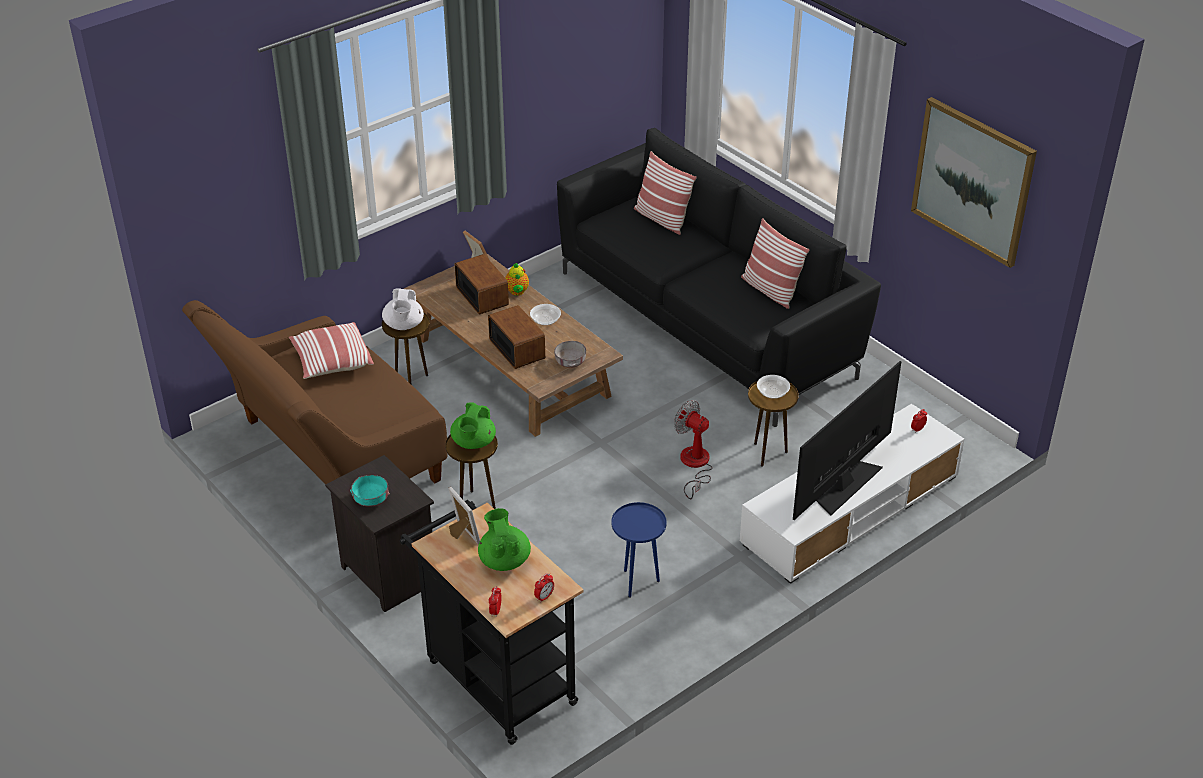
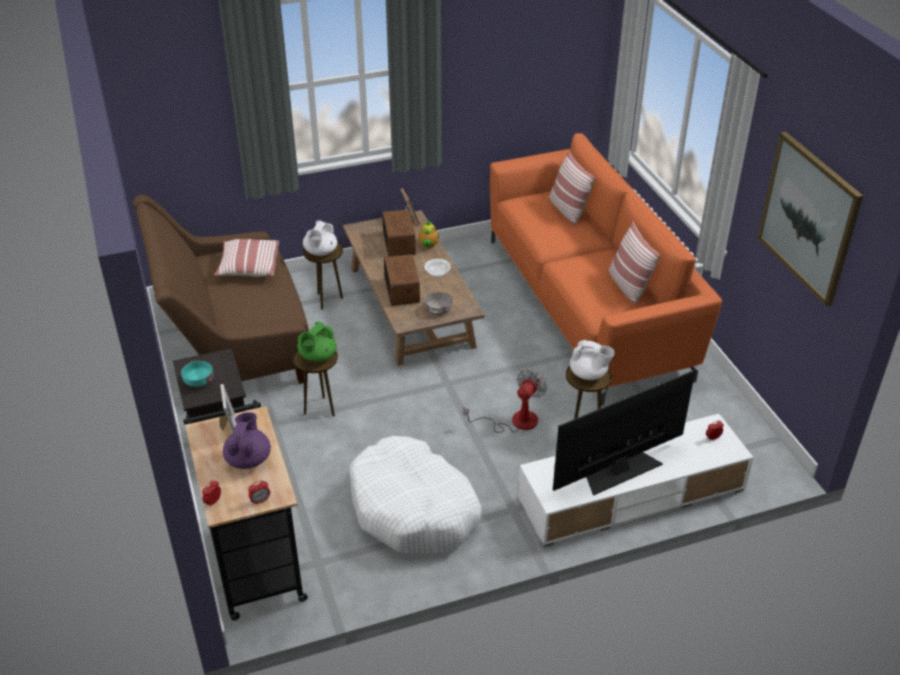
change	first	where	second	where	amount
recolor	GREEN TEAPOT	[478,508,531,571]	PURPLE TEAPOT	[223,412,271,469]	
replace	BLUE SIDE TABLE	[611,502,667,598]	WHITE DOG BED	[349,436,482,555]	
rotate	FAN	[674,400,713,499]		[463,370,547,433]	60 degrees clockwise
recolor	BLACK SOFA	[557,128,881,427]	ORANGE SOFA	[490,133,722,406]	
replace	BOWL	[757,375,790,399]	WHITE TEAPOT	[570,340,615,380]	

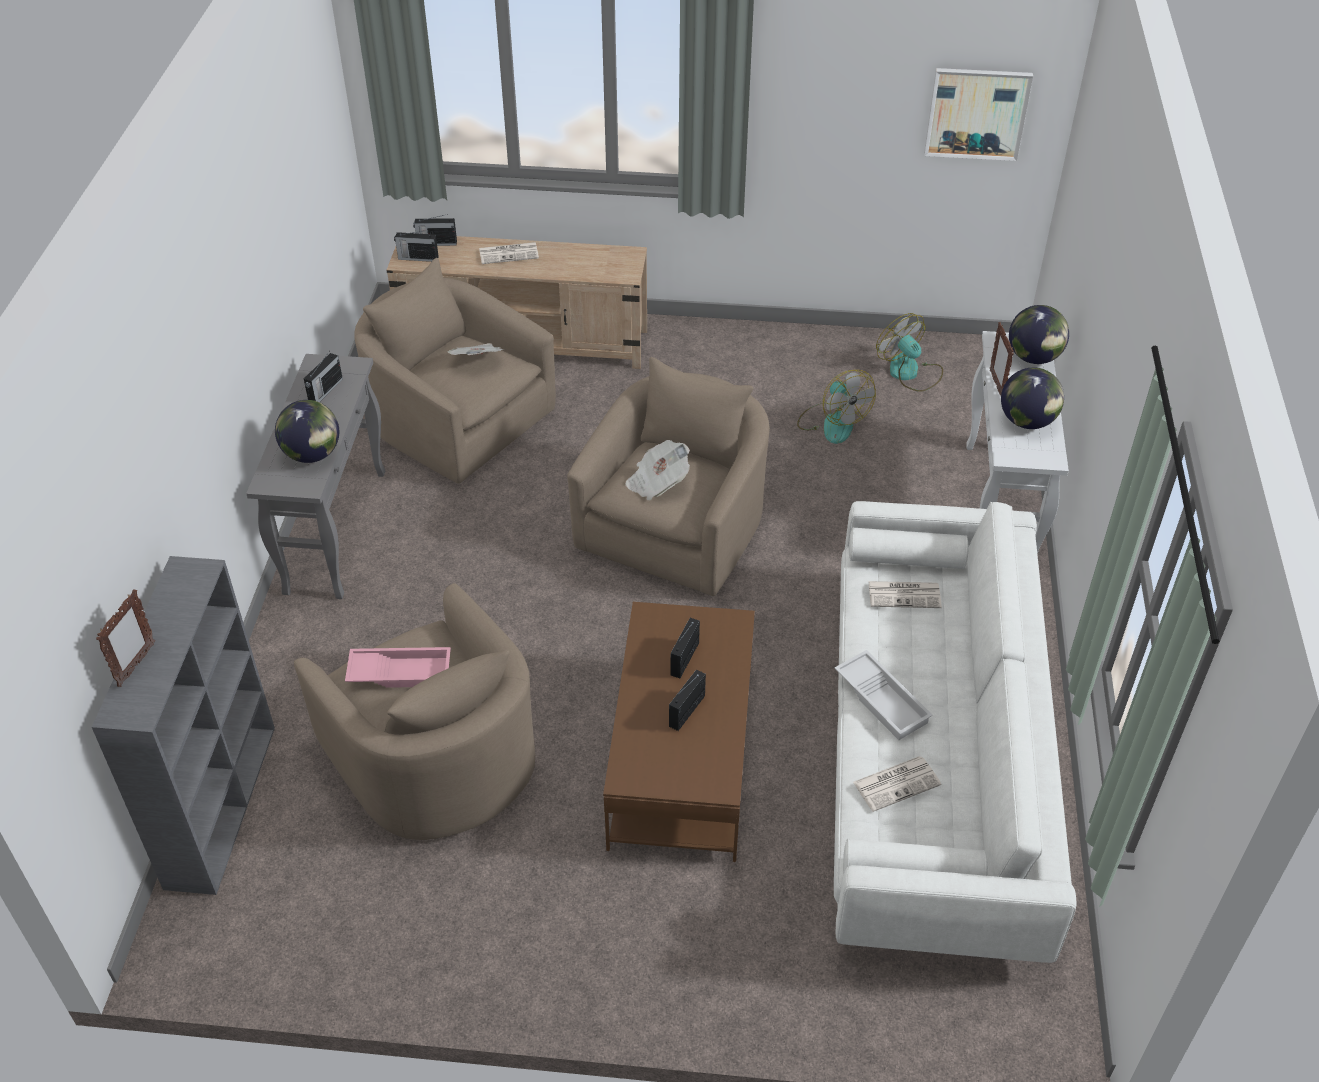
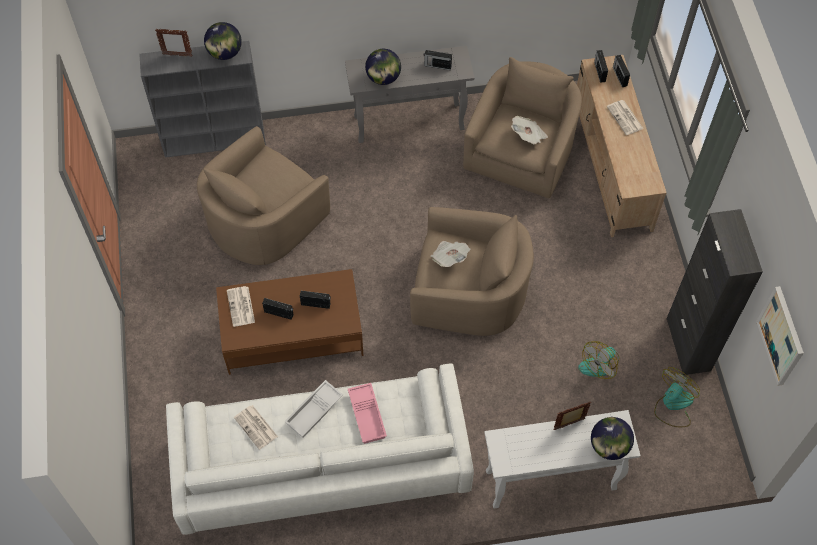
change	first	where	second	where	amount
move	GLOBE	[1001,367,1064,429]		[204,22,242,60]	
move	NEWSPAPER	[868,581,942,608]		[227,286,255,327]	
move	PINK TRAY	[345,647,451,688]		[348,383,387,444]	
insert			BLACK CABINET	[666,209,763,375]	

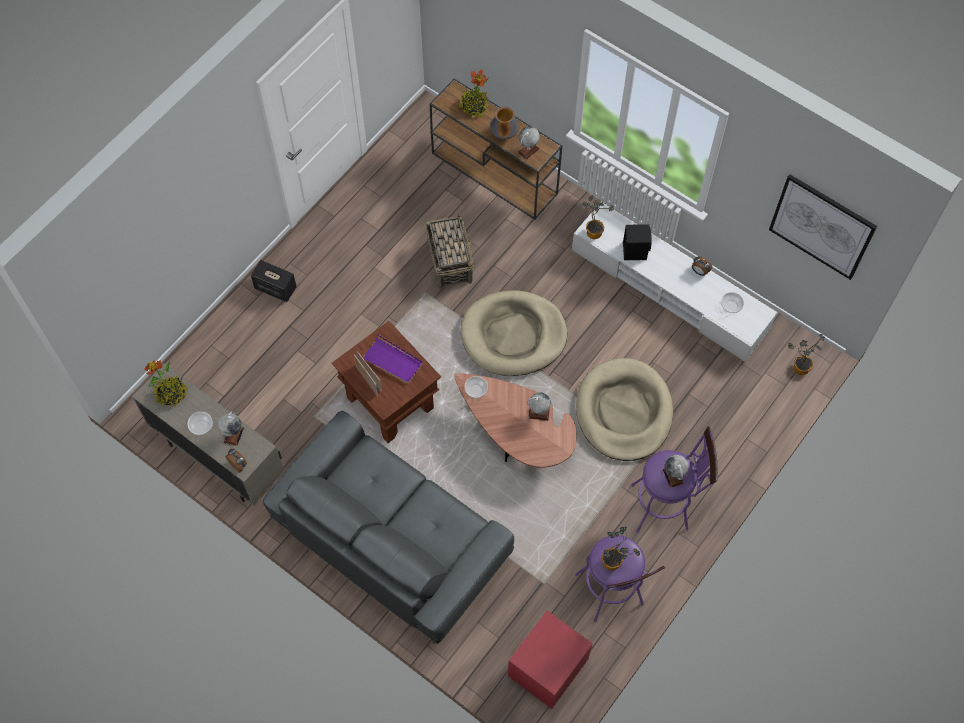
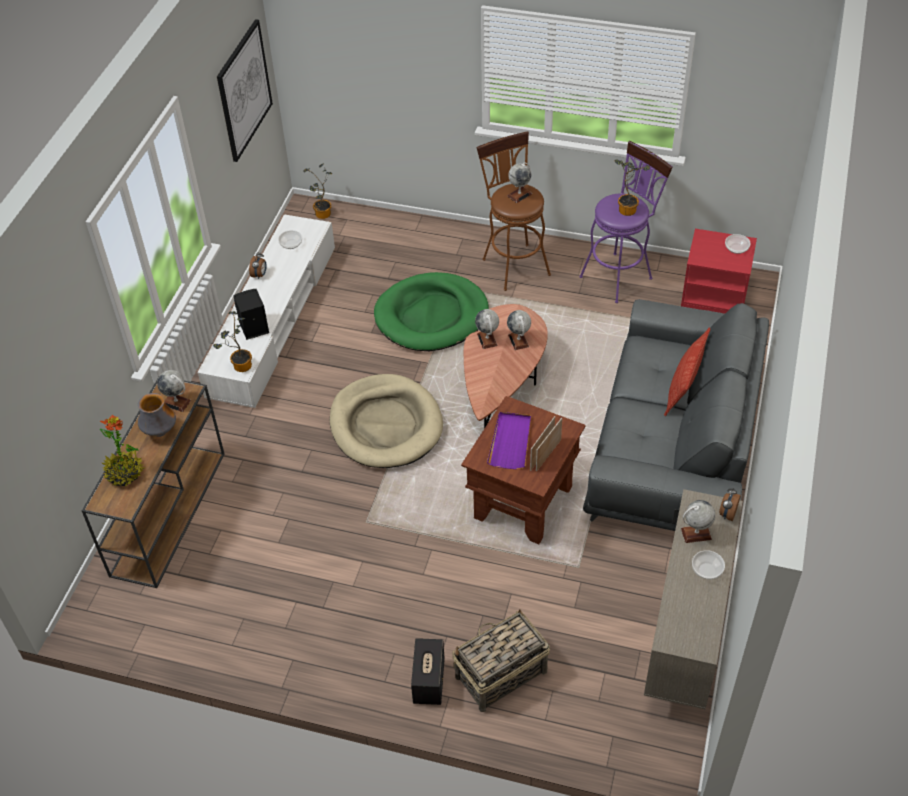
change	first	where	second	where	amount
recolor	BEIGE DOG BED	[576,358,673,461]	GREEN DOG BED	[374,272,489,351]	
move	BASKET	[426,214,475,289]		[452,609,550,712]	
recolor	PURPLE STOOL	[631,426,717,533]	BROWN STOOL	[477,131,551,291]	
insert			GLOBE	[507,310,531,350]	
insert			PILLOW	[664,327,710,416]	
move	BOWL	[464,376,488,398]		[725,234,751,254]	
delete	POTTED PLANT	[144,360,187,407]			

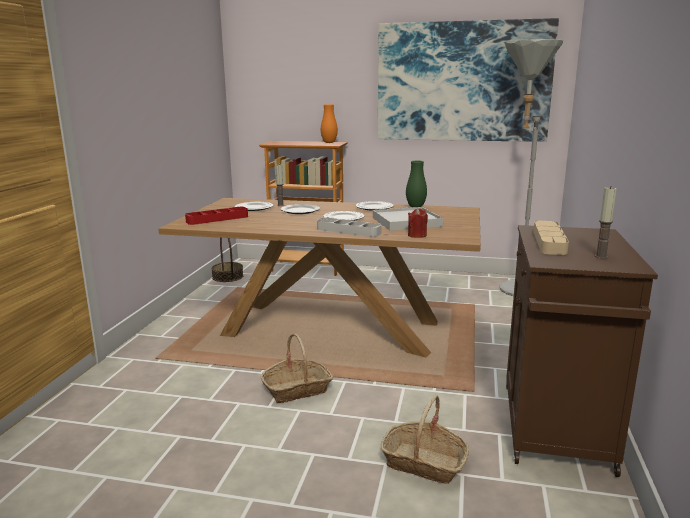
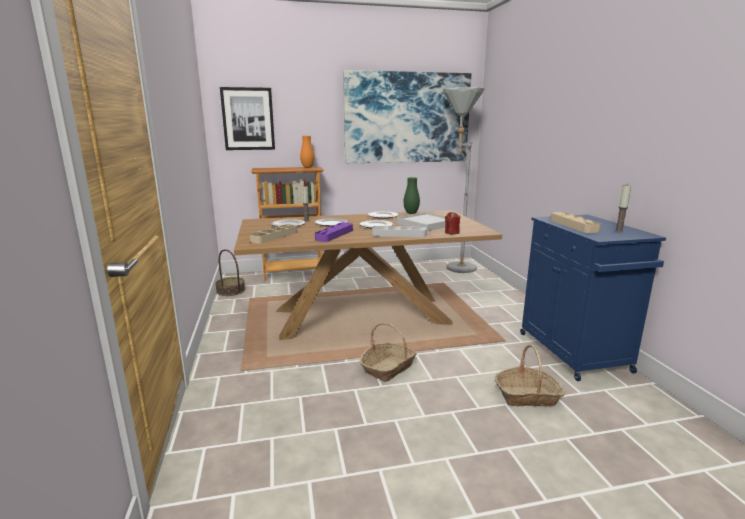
change	first	where	second	where	amount
insert			PICTURE	[220,87,275,150]	
recolor	RED TRAY	[185,207,248,225]	BEIGE TRAY	[250,224,297,244]	
insert			PURPLE TRAY	[315,222,353,242]	
recolor	BROWN CABINET	[506,225,658,477]	BLUE CABINET	[520,214,666,381]	

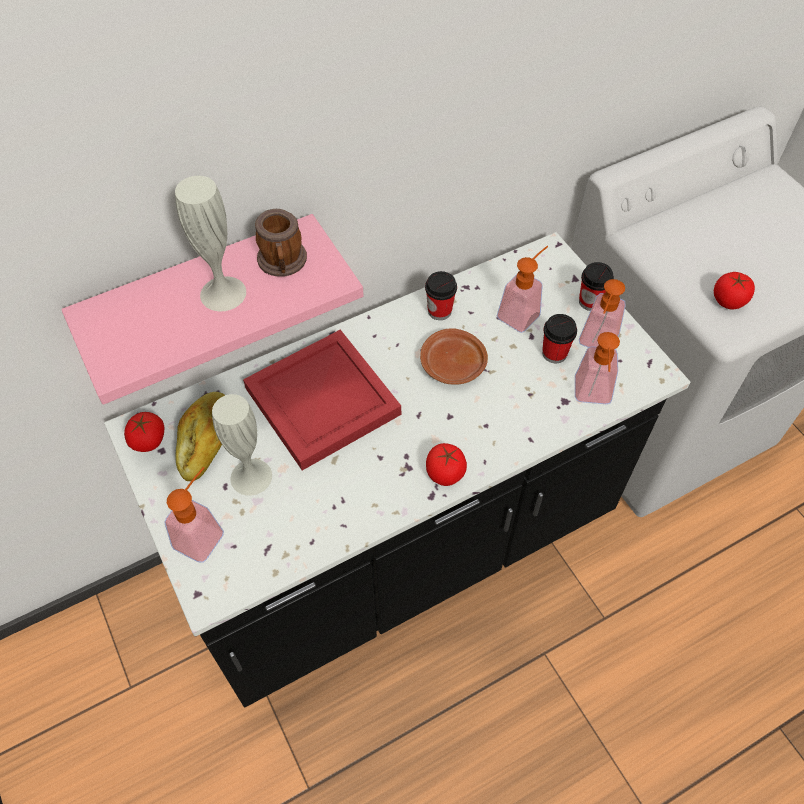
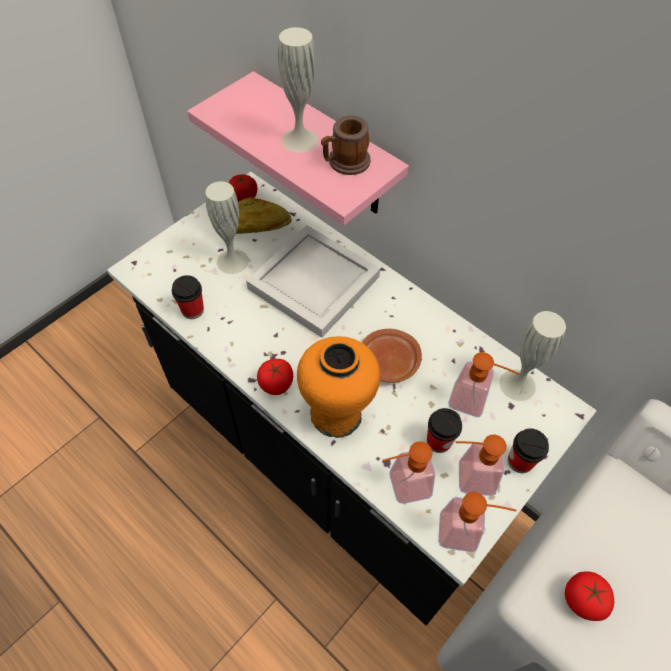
change	first	where	second	where	amount
move	CUP	[425,271,457,320]		[172,275,204,319]	
recolor	RED TRAY	[243,330,401,470]	WHITE TRAY	[246,225,380,338]	
insert			ORANGE VASE	[297,336,380,438]	
move	SOAP DISPENSER	[164,467,224,563]		[438,492,517,552]	
insert			WHITE VASE	[499,311,566,401]	

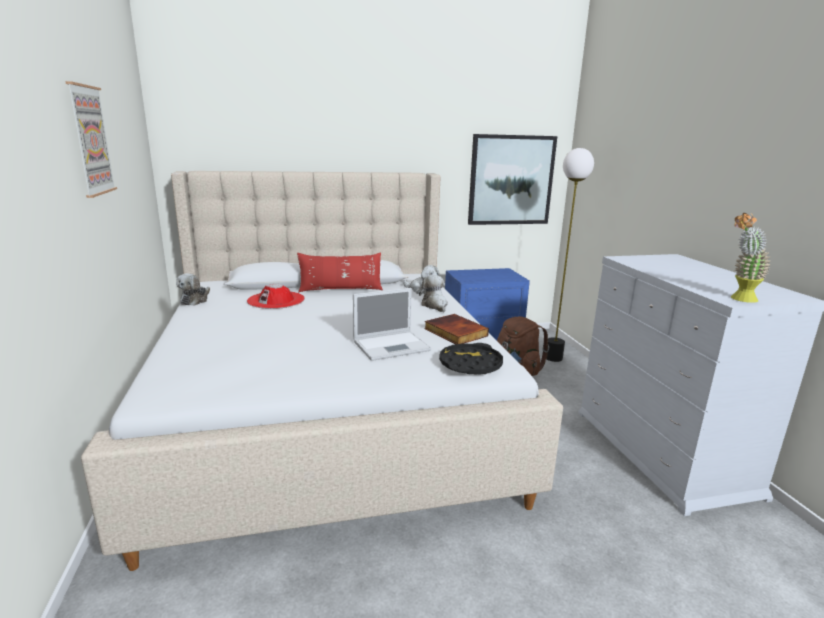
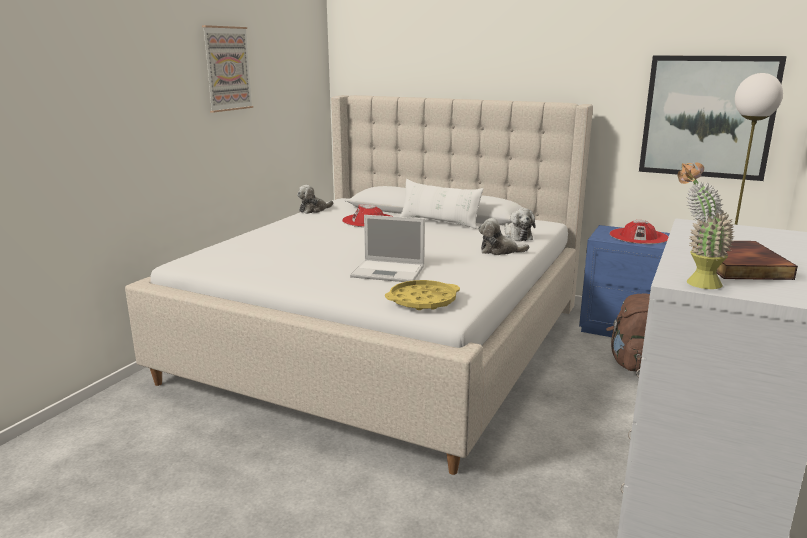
change	first	where	second	where	amount
recolor	BLACK TRAY	[439,343,503,374]	YELLOW TRAY	[385,280,460,310]	
recolor	RED PILLOW	[297,253,383,292]	WHITE PILLOW	[400,179,483,229]	
rotate	PLUSH TOY	[419,275,448,312]		[479,218,529,255]	105 degrees counterclockwise
insert			RED HAT	[609,220,669,244]	
move	BOOK	[424,314,489,344]		[693,241,798,280]	

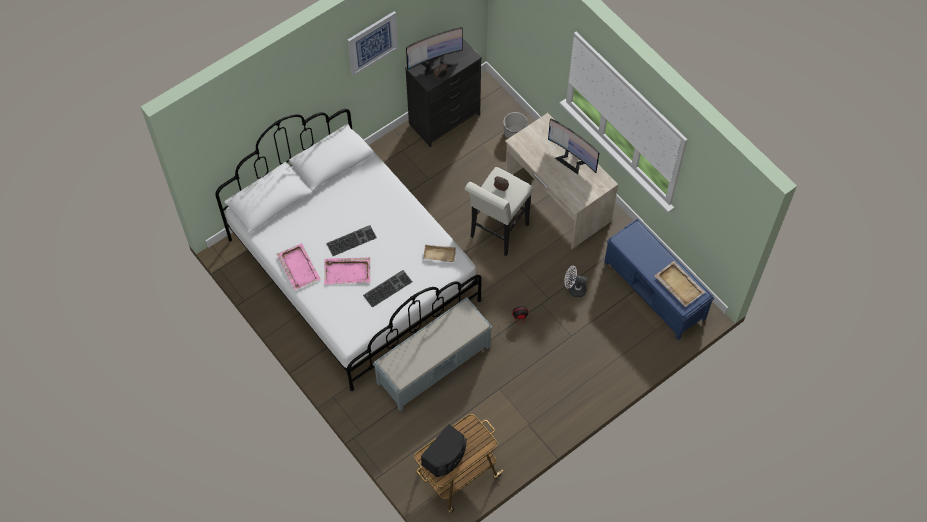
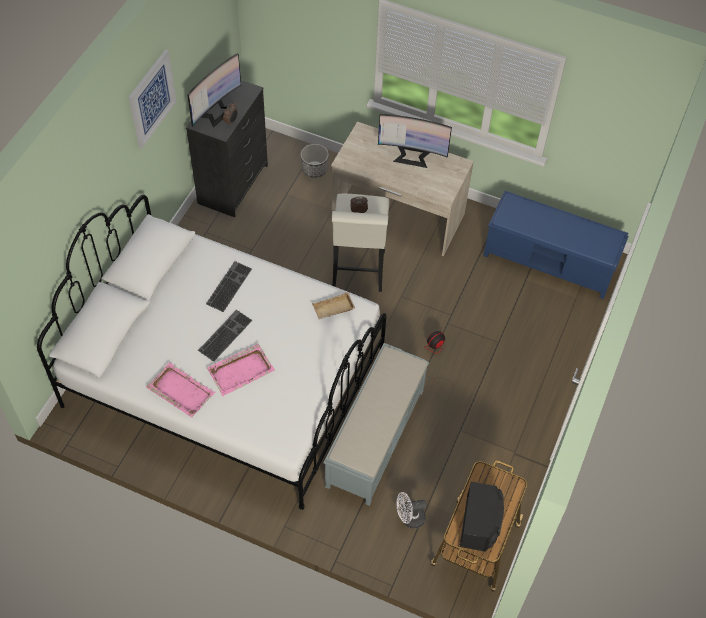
change	first	where	second	where	amount
move	KEYBOARD	[363,270,412,308]		[206,261,252,312]	
move	WHITE FAN	[564,266,587,298]		[396,492,426,529]	
delete	BEIGE TRAY	[654,261,706,307]			

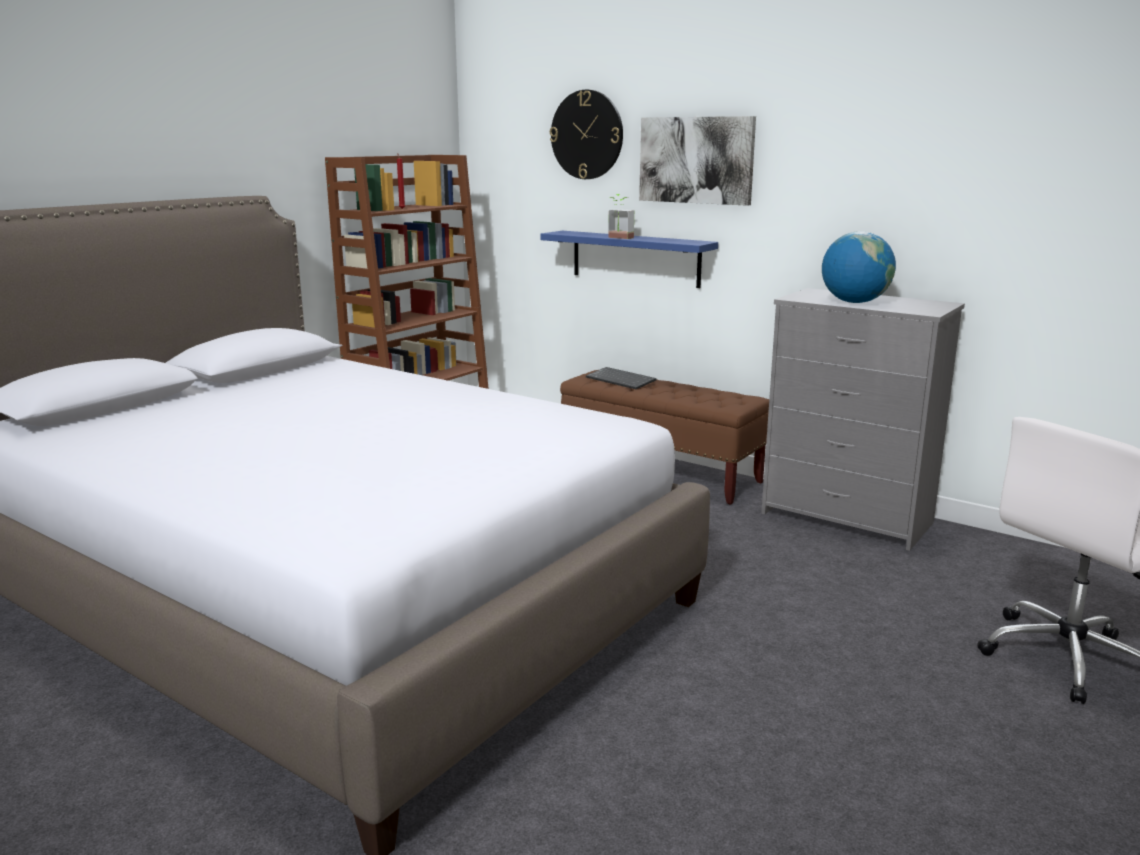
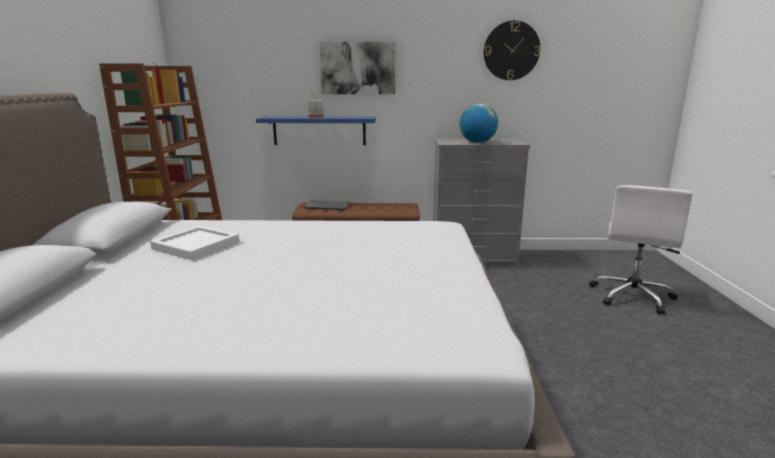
change	first	where	second	where	amount
insert			WHITE TRAY	[150,226,239,260]	
move	WALL CLOCK	[550,90,623,179]		[484,20,540,80]	

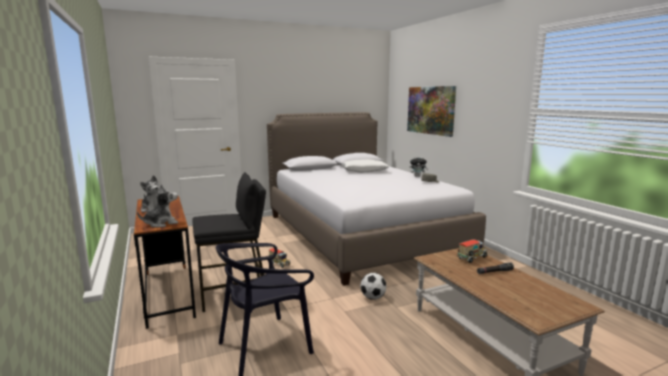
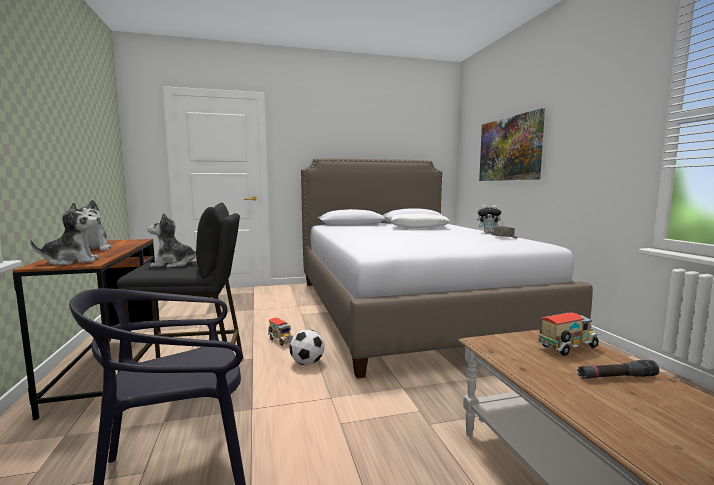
change	first	where	second	where	amount
insert			PLUSH TOY	[147,213,196,268]	
move	FOOTBALL	[360,273,387,300]		[290,329,324,365]	

